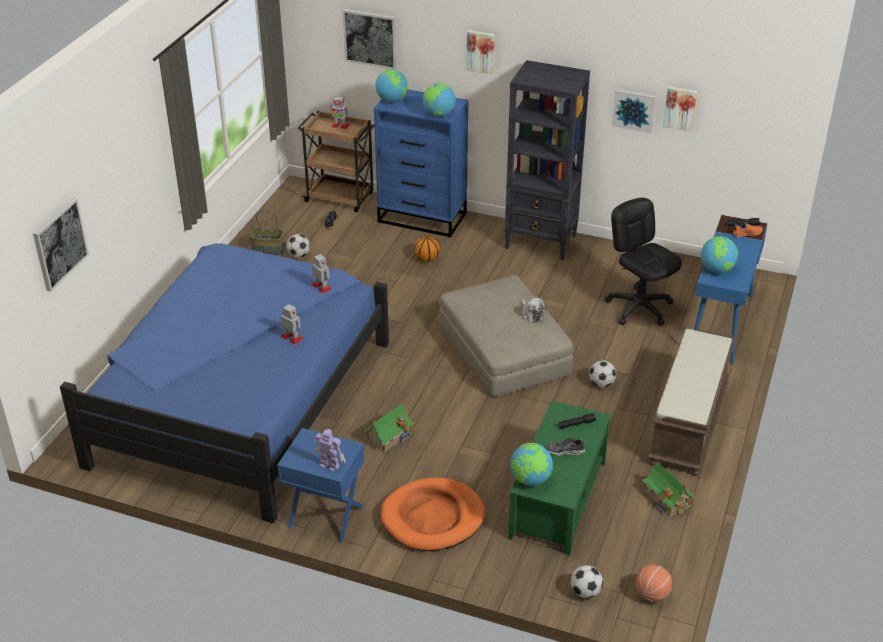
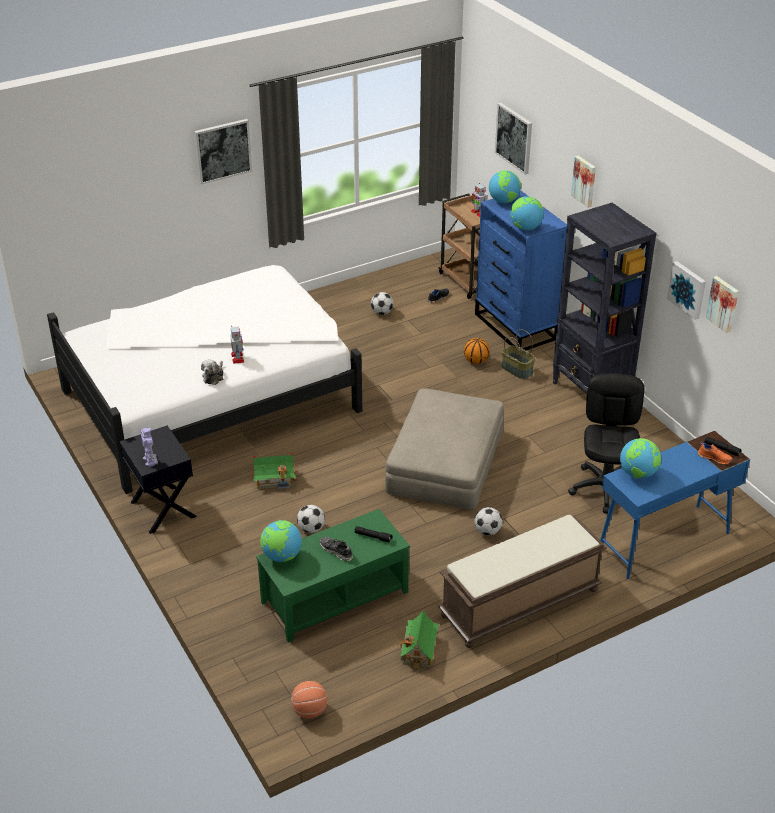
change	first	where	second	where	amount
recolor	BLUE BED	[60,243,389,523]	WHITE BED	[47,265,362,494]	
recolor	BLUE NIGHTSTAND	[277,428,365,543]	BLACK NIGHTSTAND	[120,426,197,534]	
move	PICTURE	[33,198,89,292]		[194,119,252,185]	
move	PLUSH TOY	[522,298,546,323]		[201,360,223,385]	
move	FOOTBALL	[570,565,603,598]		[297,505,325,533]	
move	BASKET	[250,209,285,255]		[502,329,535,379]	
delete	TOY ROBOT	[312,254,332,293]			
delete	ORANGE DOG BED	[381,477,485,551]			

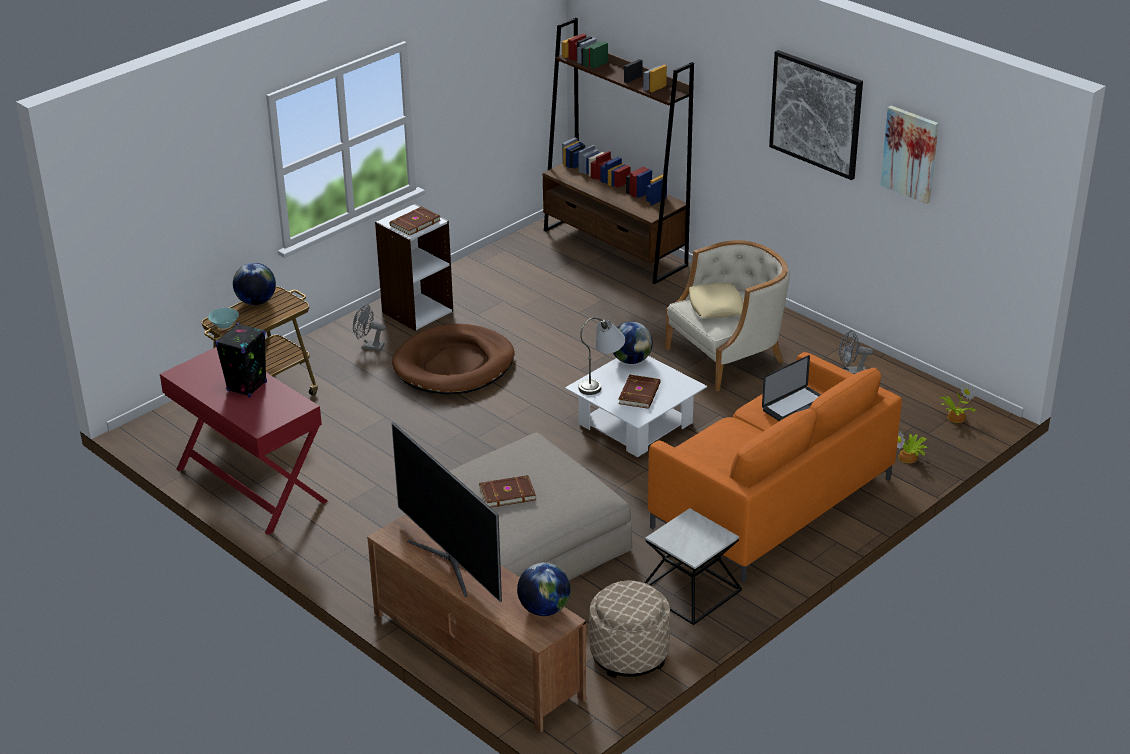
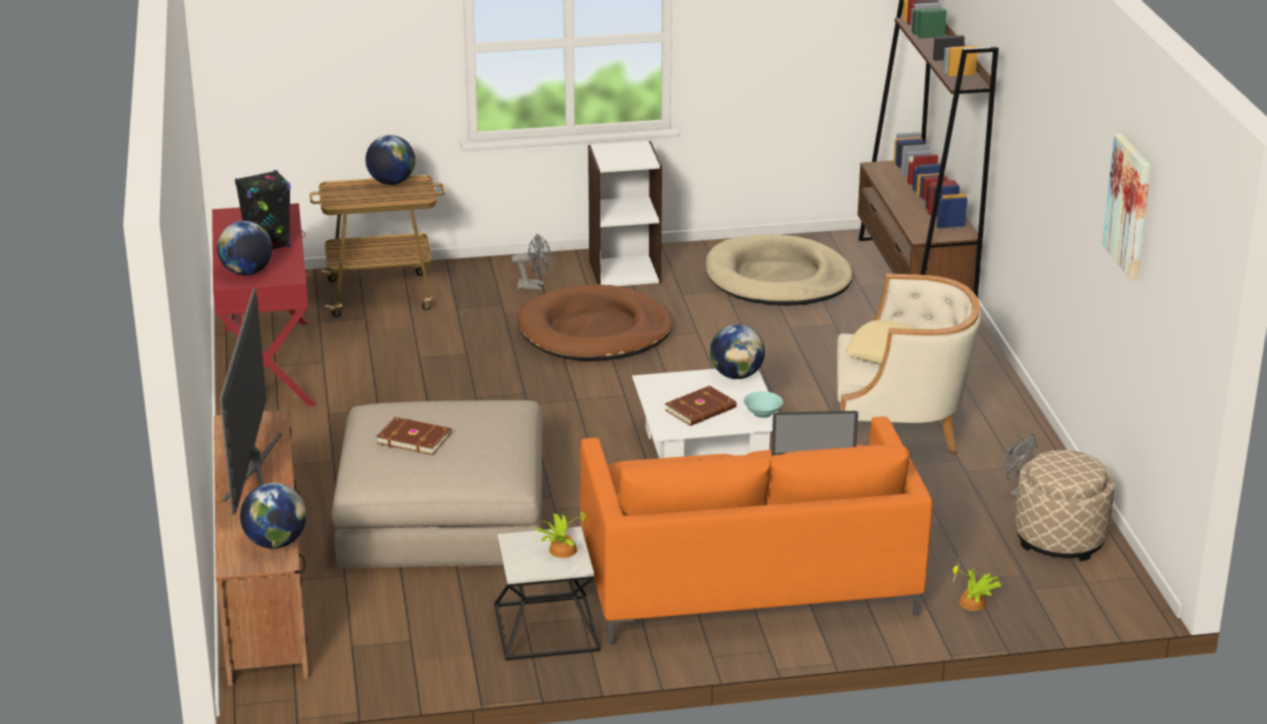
change	first	where	second	where	amount
insert			GLOBE	[217,221,272,275]	
rotate	GREY FAN	[353,304,386,351]		[511,234,551,290]	135 degrees clockwise
move	POTTED PLANT	[939,384,976,423]		[535,503,586,558]	
insert			BEIGE DOG BED	[706,235,853,306]	
move	TURQUOISE BOWL	[208,308,239,329]		[743,391,783,418]	
move	BEIGE OTTOMAN	[589,581,670,678]		[1015,450,1115,561]	
delete	BROWN BOOK	[390,207,441,236]			
delete	GREY TABLE LAMP	[579,318,625,395]			
delete	PICTURE	[769,50,863,180]			

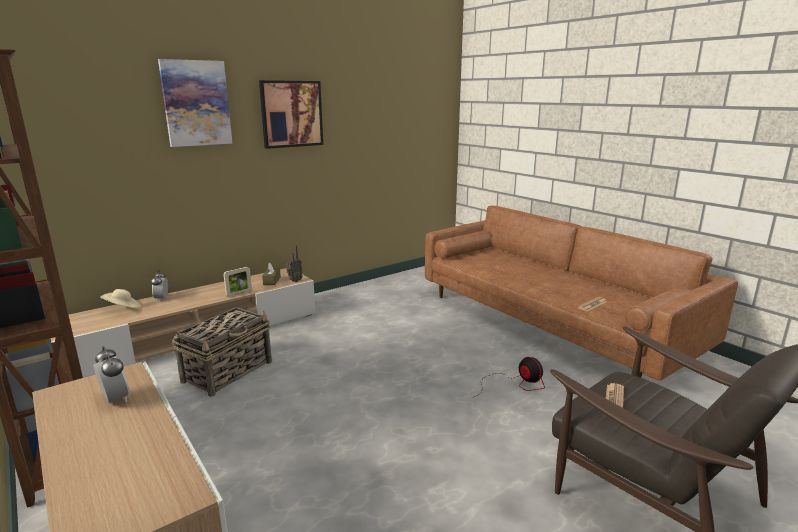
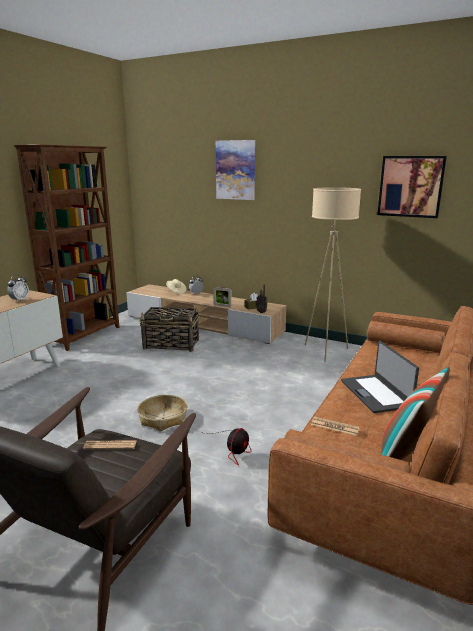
change	first	where	second	where	amount
insert			BASKET	[137,395,187,431]	
insert			BEIGE FLOOR LAMP	[305,187,361,363]	
insert			LAPTOP	[341,341,419,413]	
move	PICTURE	[259,80,323,149]		[377,156,447,218]	
insert			PILLOW	[381,367,450,460]	

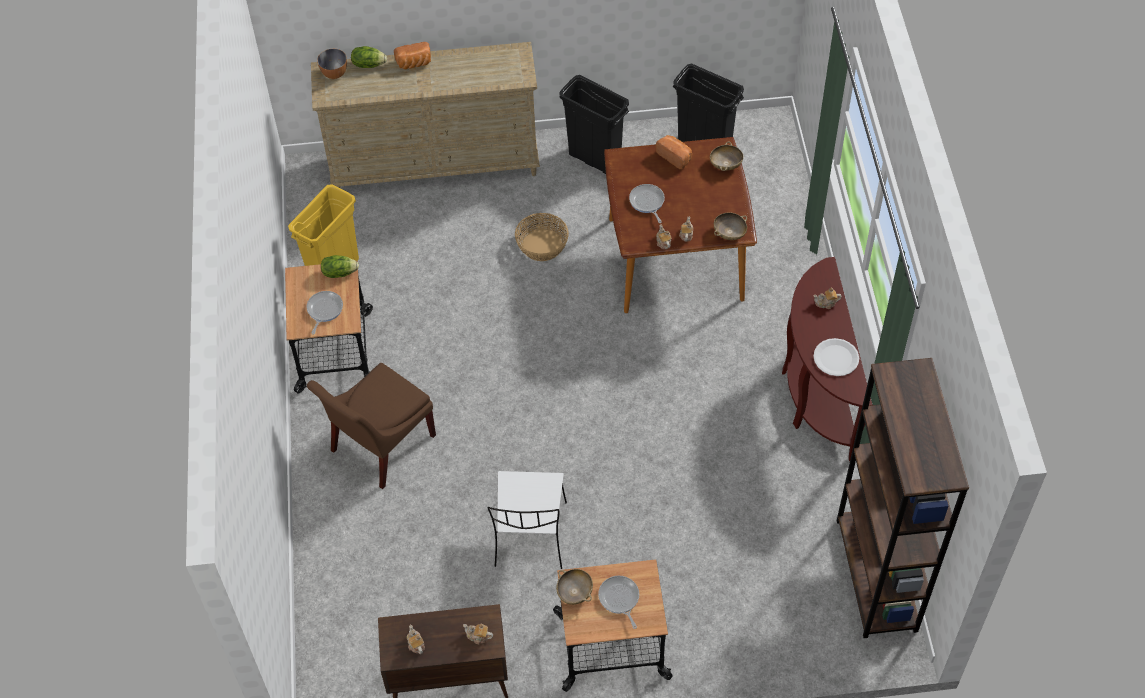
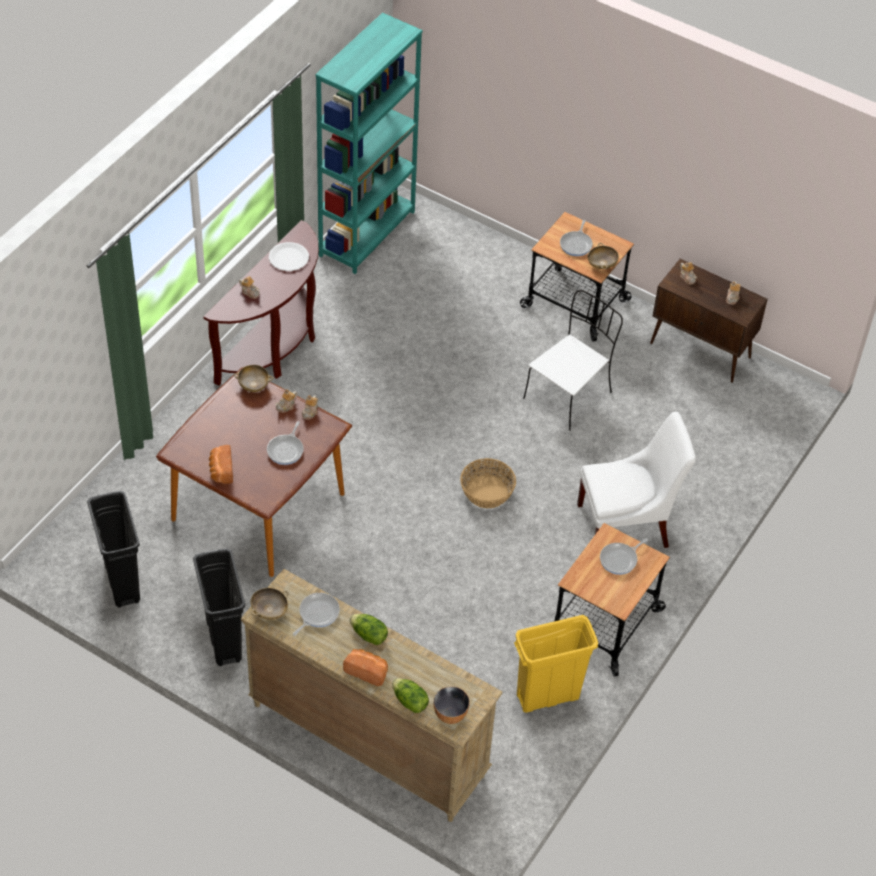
change	first	where	second	where	amount
move	BEIGE BOWL	[710,141,743,171]		[251,588,288,620]	
insert			FRYING PAN	[293,593,340,636]	
recolor	BROWN BOOKCASE	[836,358,969,638]	TURQUOISE BOOKCASE	[315,13,422,274]	
move	LETTUCE	[321,255,359,278]		[349,614,388,645]	
move	BASKET	[515,213,569,261]		[460,458,516,508]	
recolor	BROWN CHAIR	[307,363,436,489]	WHITE CHAIR	[577,412,696,548]	

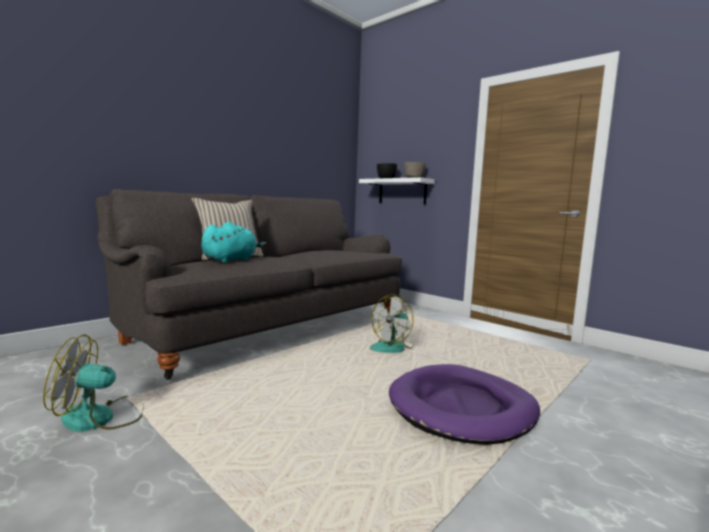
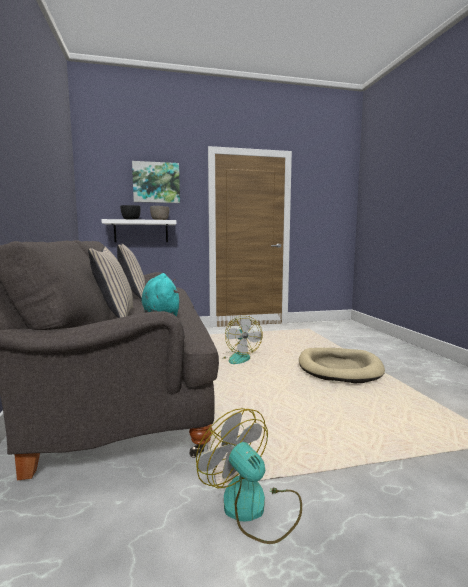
change	first	where	second	where	amount
insert			BEIGE PILLOW	[117,244,145,300]	
insert			PICTURE	[132,161,180,203]	
rotate	FAN	[43,334,144,432]		[196,408,302,544]	120 degrees clockwise
recolor	PURPLE DOG BED	[389,364,540,445]	BEIGE DOG BED	[299,348,385,383]	

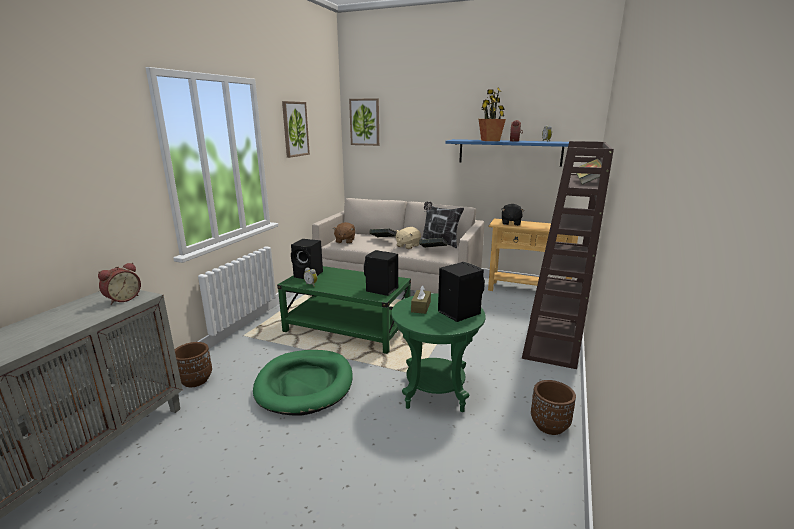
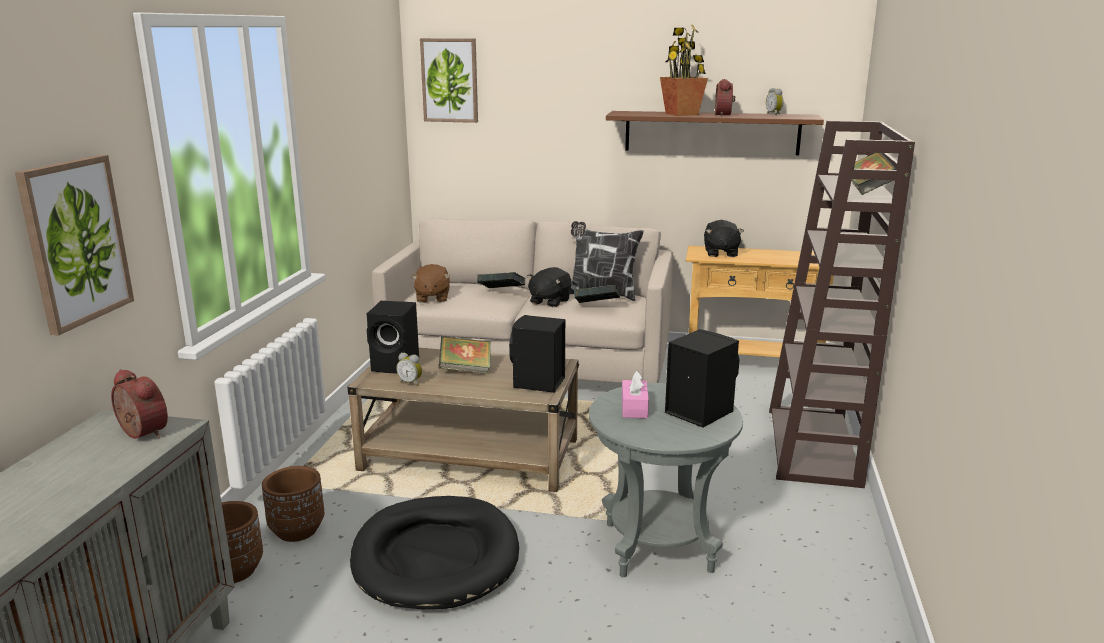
change	first	where	second	where	amount
move	PICTURE	[282,101,310,158]		[15,155,134,336]	
rotate	ALARM CLOCK	[98,263,141,305]		[111,369,168,439]	75 degrees counterclockwise
move	BROWN PLANTER	[531,380,576,435]		[262,466,324,542]	
recolor	GREEN COFFEE TABLE	[277,266,411,354]	BEIGE COFFEE TABLE	[347,348,579,492]	
recolor	GREEN DOG BED	[253,350,353,416]	BLACK DOG BED	[350,496,519,609]	
insert			BOOK	[439,336,491,374]	
recolor	BEIGE PLUSH TOY	[395,227,421,249]	BLACK PLUSH TOY	[527,267,572,307]	
recolor	GREEN SIDE TABLE	[391,293,486,412]	GREY SIDE TABLE	[589,383,743,577]	
recolor	BLUE SHELF	[445,139,569,167]	BROWN SHELF	[606,111,824,155]	
recolor	BROWN TISSUE BOX	[411,285,431,314]	PINK TISSUE BOX	[622,371,649,418]	

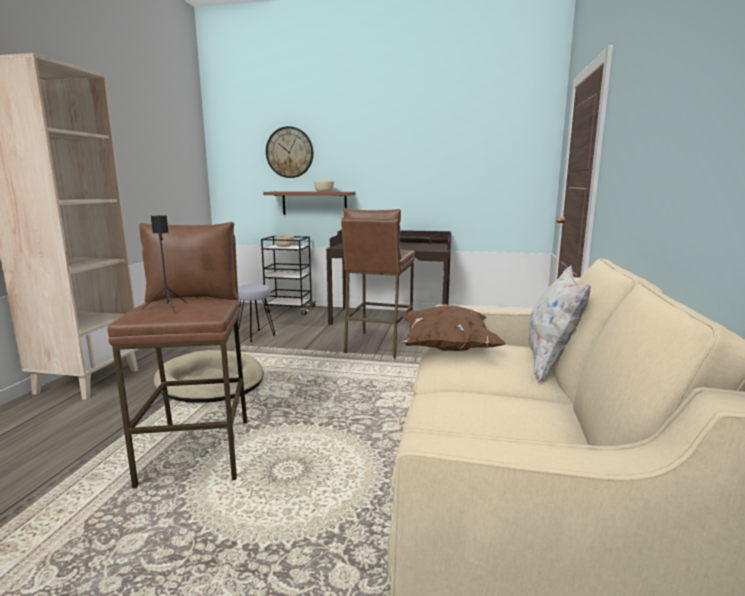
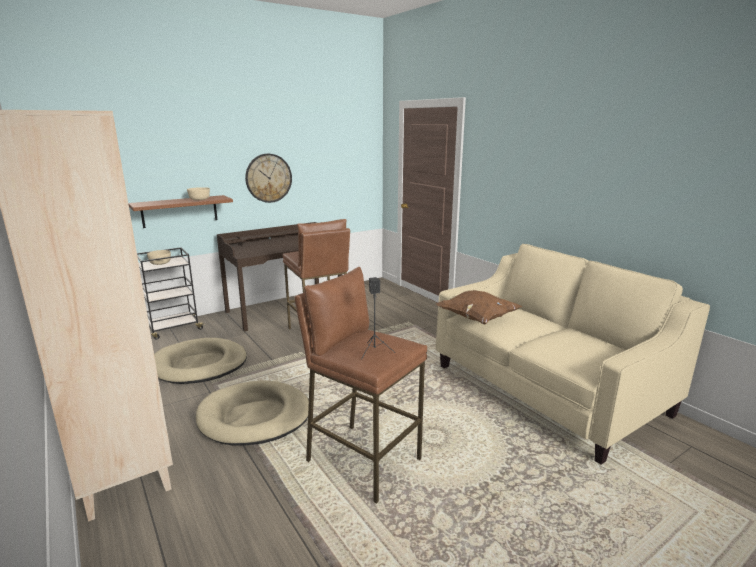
change	first	where	second	where	amount
replace	GREY STOOL	[238,284,275,342]	BEIGE DOG BED	[154,338,247,384]	
move	WALL CLOCK	[266,126,313,178]		[245,154,292,203]	
delete	WHITE PILLOW	[528,266,590,383]			

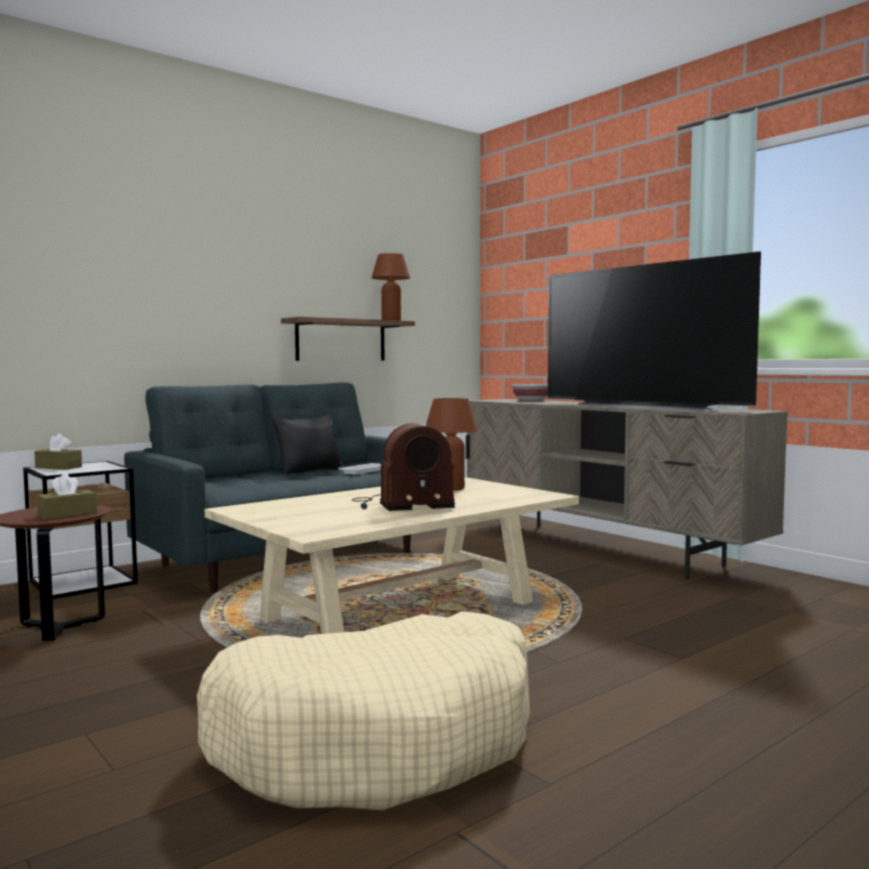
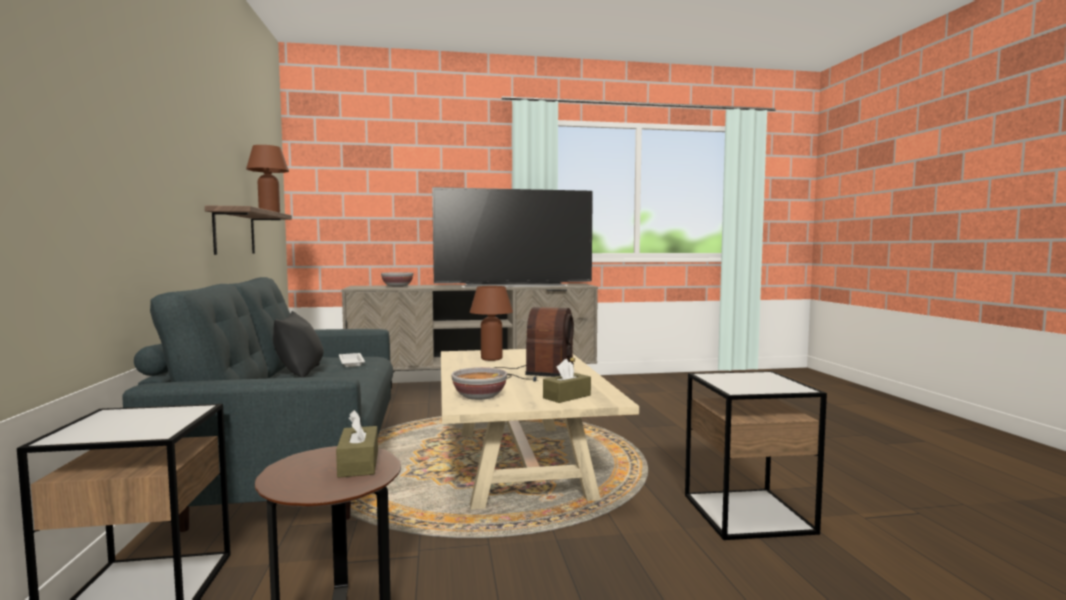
change	first	where	second	where	amount
insert			BOWL	[451,367,507,400]	
move	BROWN TISSUE BOX	[34,434,82,470]		[543,359,591,403]	
replace	BEIGE DOG BED	[197,611,530,810]	SIDE TABLE	[685,371,827,540]	

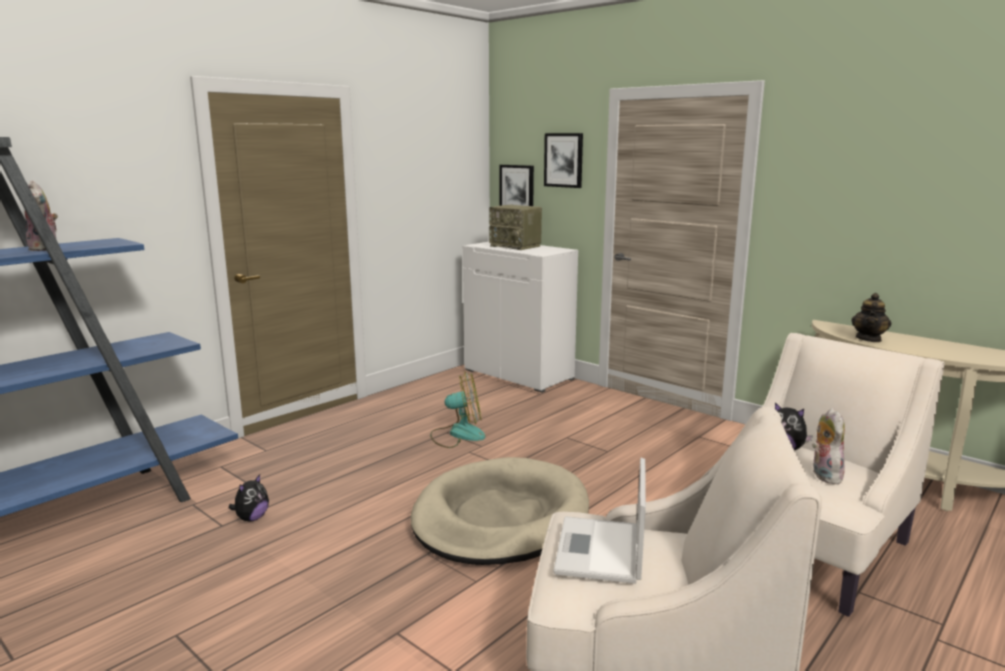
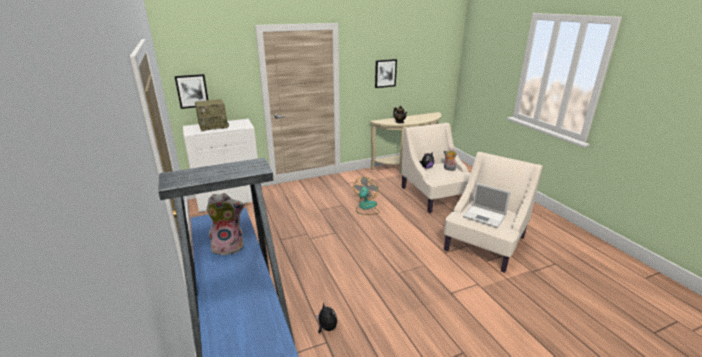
change	first	where	second	where	amount
move	FAN	[430,372,485,448]		[353,177,380,215]	
move	PICTURE	[544,133,583,188]		[375,59,397,88]	
delete	BEIGE DOG BED	[411,457,589,565]			

